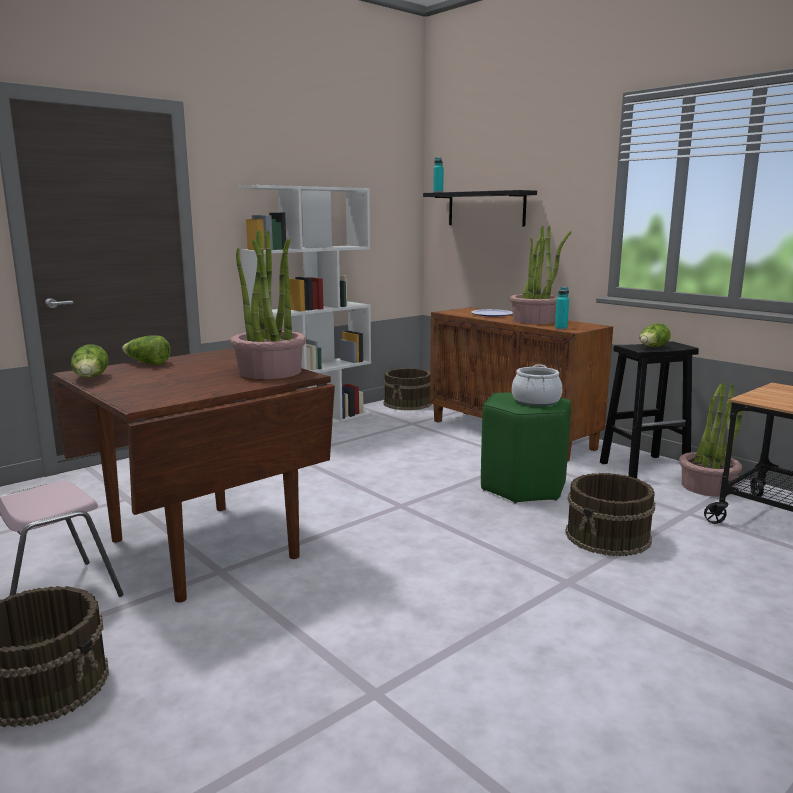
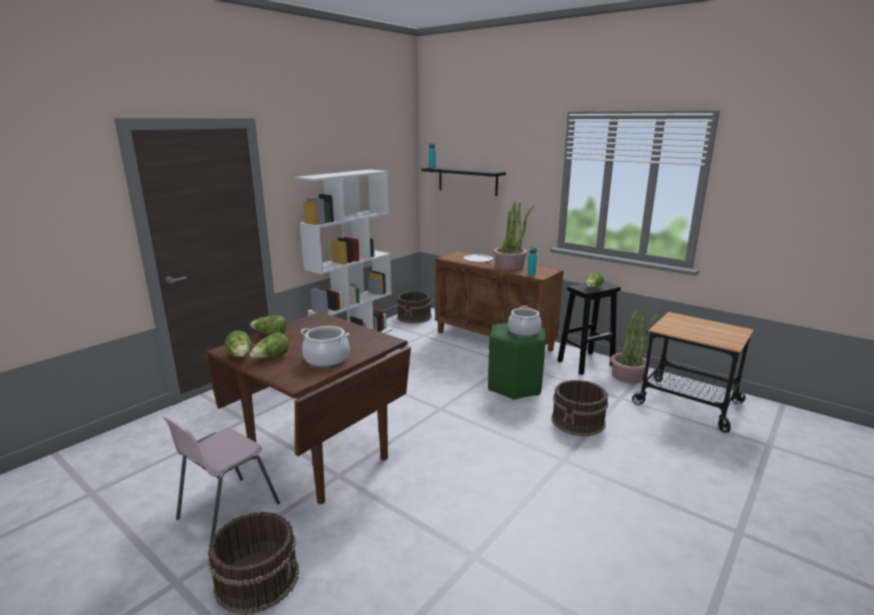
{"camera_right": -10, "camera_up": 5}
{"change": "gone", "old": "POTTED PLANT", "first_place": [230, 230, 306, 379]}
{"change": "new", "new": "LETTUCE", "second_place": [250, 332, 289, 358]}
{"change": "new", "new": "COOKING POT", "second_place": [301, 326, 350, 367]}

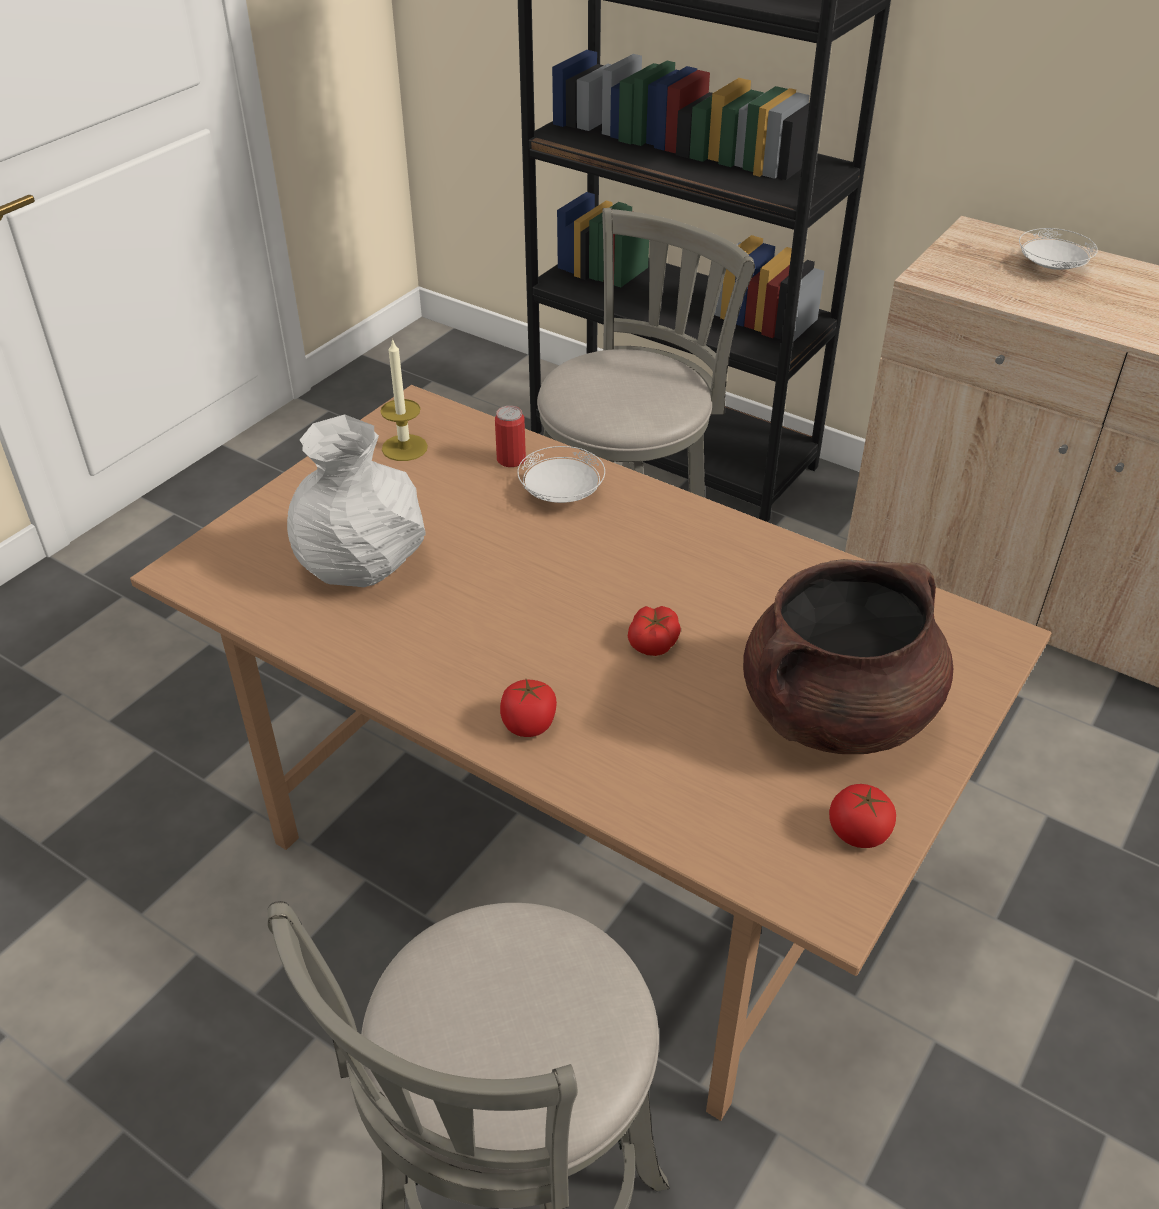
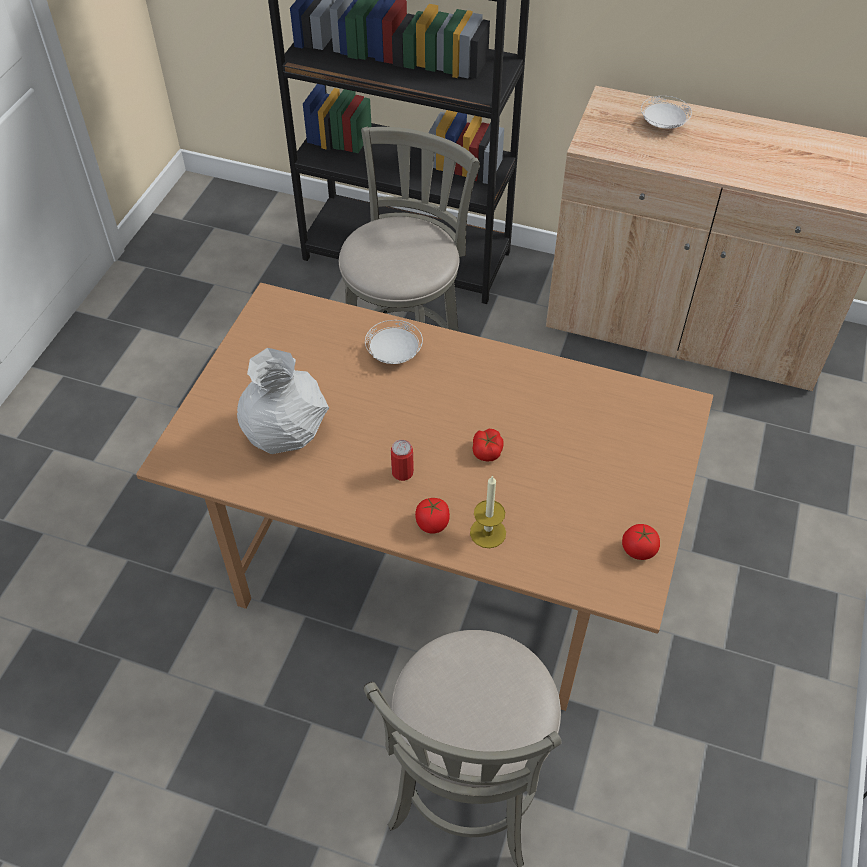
{"camera_right": -15, "camera_up": 10}
{"change": "gone", "old": "BROWN COOKING POT", "first_place": [743, 559, 953, 754]}
{"change": "shifted", "old": "CANDLE", "first_place": [380, 338, 428, 461], "second_place": [470, 475, 506, 548]}
{"change": "shifted", "old": "CAN", "first_place": [495, 406, 526, 467], "second_place": [391, 440, 414, 481]}

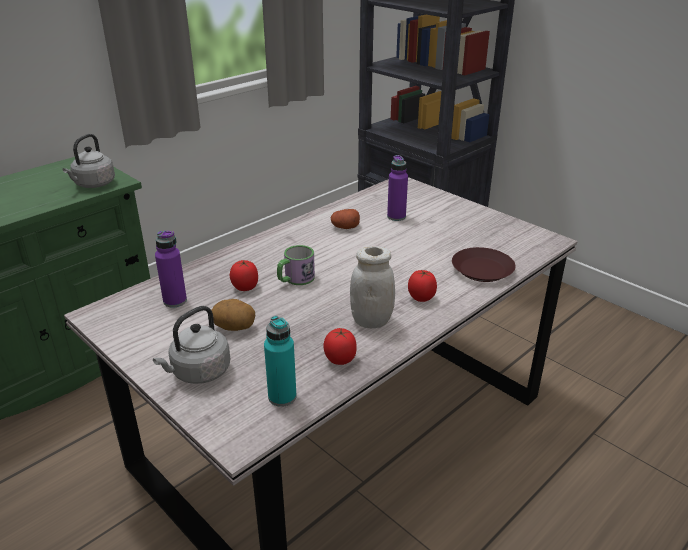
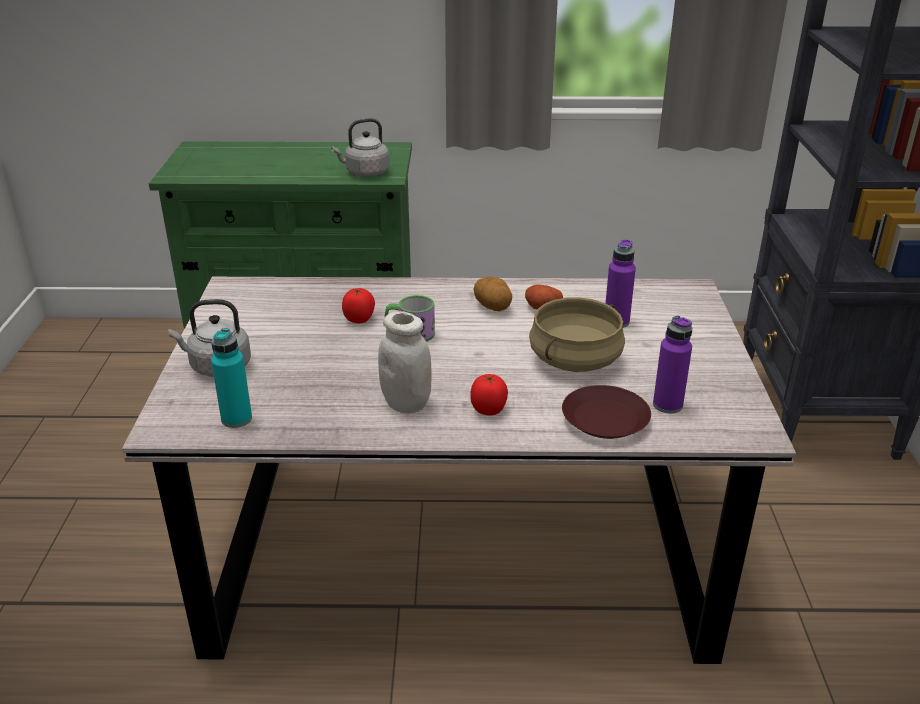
{"camera_right": 45, "camera_up": 0}
{"change": "gone", "old": "TOMATO", "first_place": [323, 328, 357, 365]}
{"change": "new", "new": "BEIGE COOKING POT", "second_place": [529, 297, 625, 372]}
{"change": "shifted", "old": "PURPLE BOTTLE", "first_place": [155, 231, 187, 308], "second_place": [653, 315, 692, 414]}
{"change": "shifted", "old": "POTATO", "first_place": [211, 299, 255, 331], "second_place": [473, 276, 512, 311]}

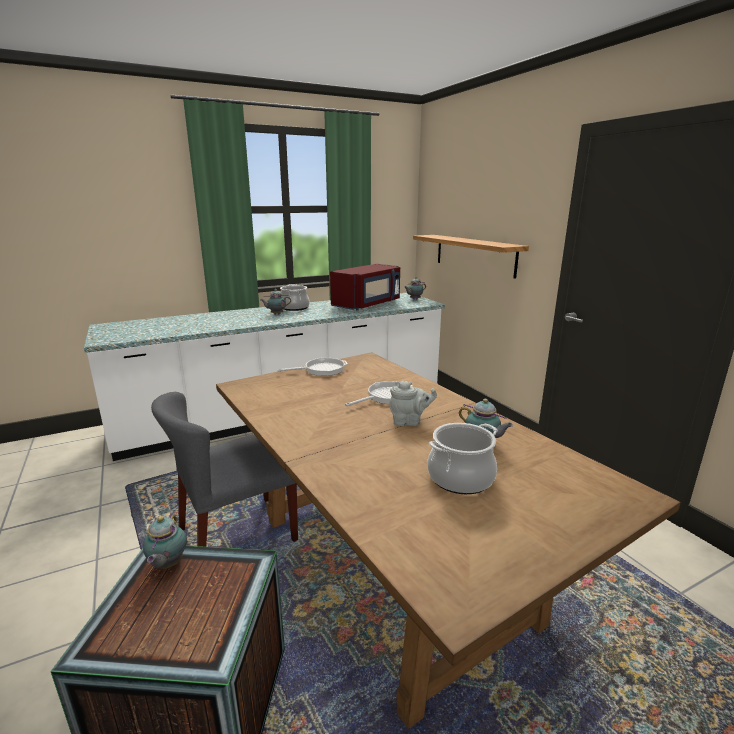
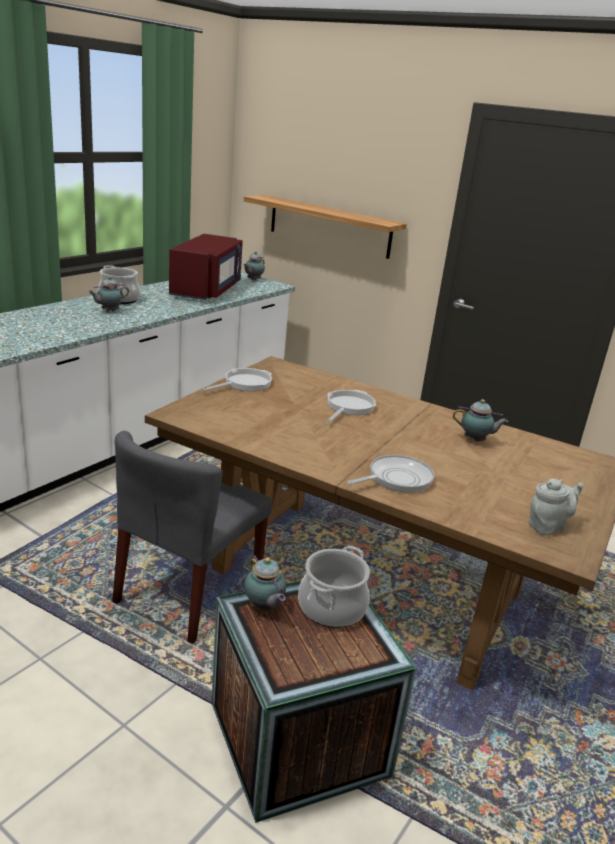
{"camera_right": -30, "camera_up": 5}
{"change": "new", "new": "FRYING PAN", "second_place": [347, 455, 435, 493]}
{"change": "shifted", "old": "GREY TEAPOT", "first_place": [389, 381, 437, 426], "second_place": [528, 479, 584, 535]}
{"change": "shifted", "old": "COOKING POT", "first_place": [427, 423, 498, 494], "second_place": [298, 546, 370, 628]}

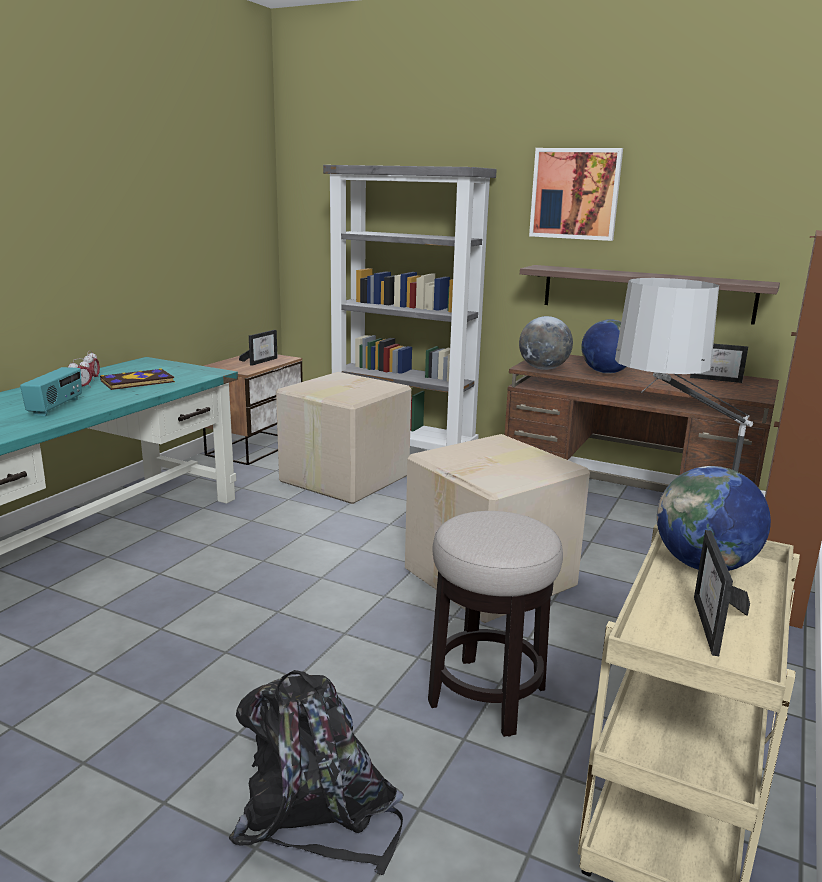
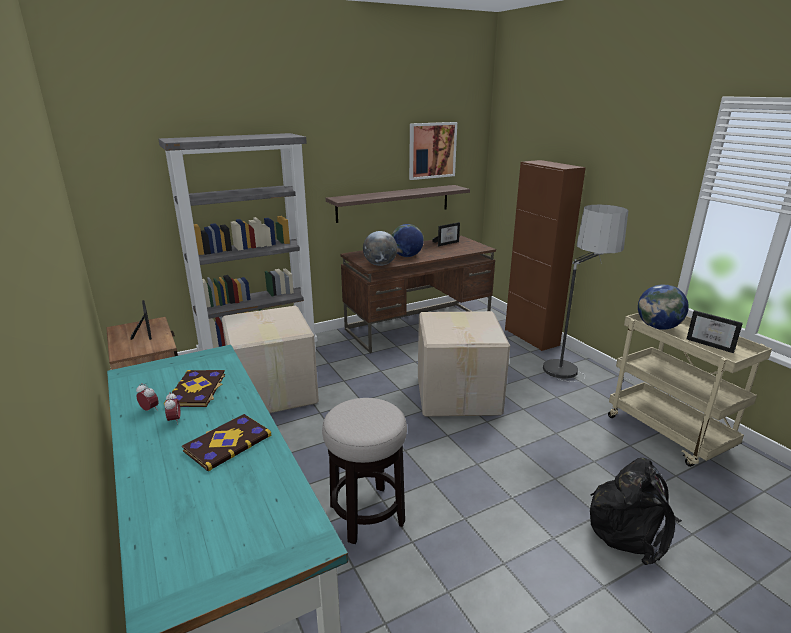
{"camera_right": -55, "camera_up": 5}
{"change": "shifted", "old": "STOOL", "first_place": [428, 511, 563, 737], "second_place": [322, 398, 407, 544]}
{"change": "shifted", "old": "PICTURE", "first_place": [529, 148, 623, 241], "second_place": [409, 122, 457, 180]}
{"change": "swapped", "old": "RADIO", "new": "BOOK", "first_place": [20, 367, 82, 416], "second_place": [182, 414, 271, 471]}

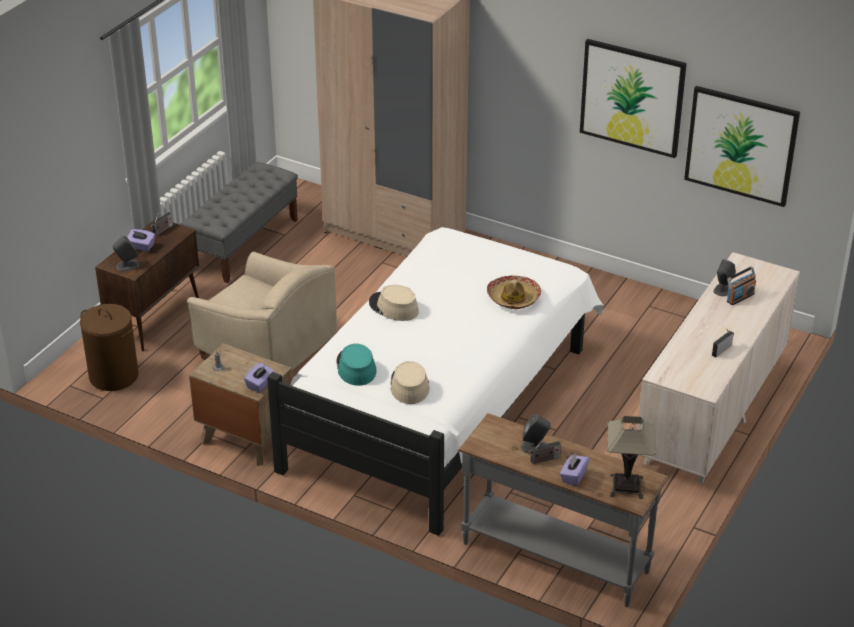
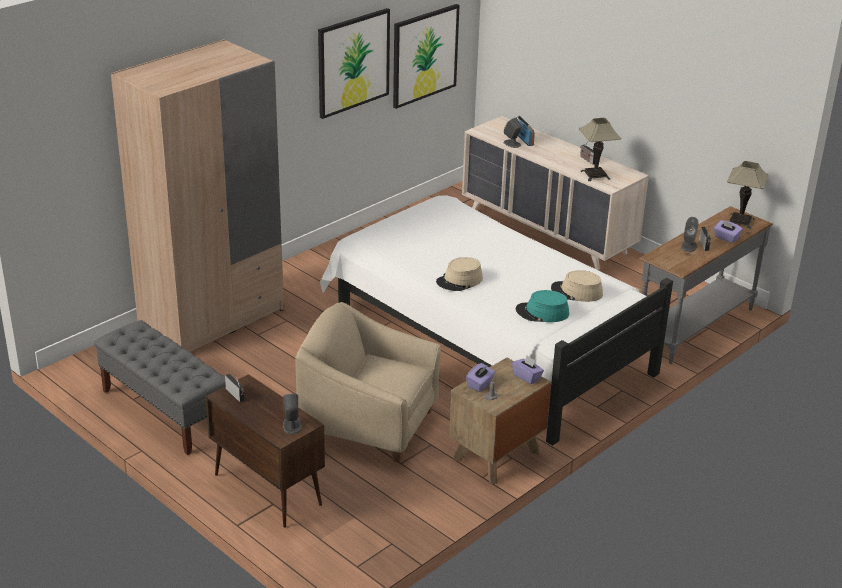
{"camera_right": -75, "camera_up": -5}
{"change": "gone", "old": "BROWN LAUNDRY BASKET", "first_place": [80, 304, 139, 391]}
{"change": "gone", "old": "HAT", "first_place": [487, 276, 542, 309]}
{"change": "new", "new": "TABLE LAMP", "second_place": [579, 118, 621, 181]}
{"change": "shifted", "old": "PURPLE TISSUE BOX", "first_place": [127, 229, 155, 252], "second_place": [466, 363, 495, 392]}
{"change": "rotated", "old": "BEIGE ARMCHAIR", "first_place": [187, 252, 337, 371], "second_place": [295, 302, 441, 463], "degrees": -120}

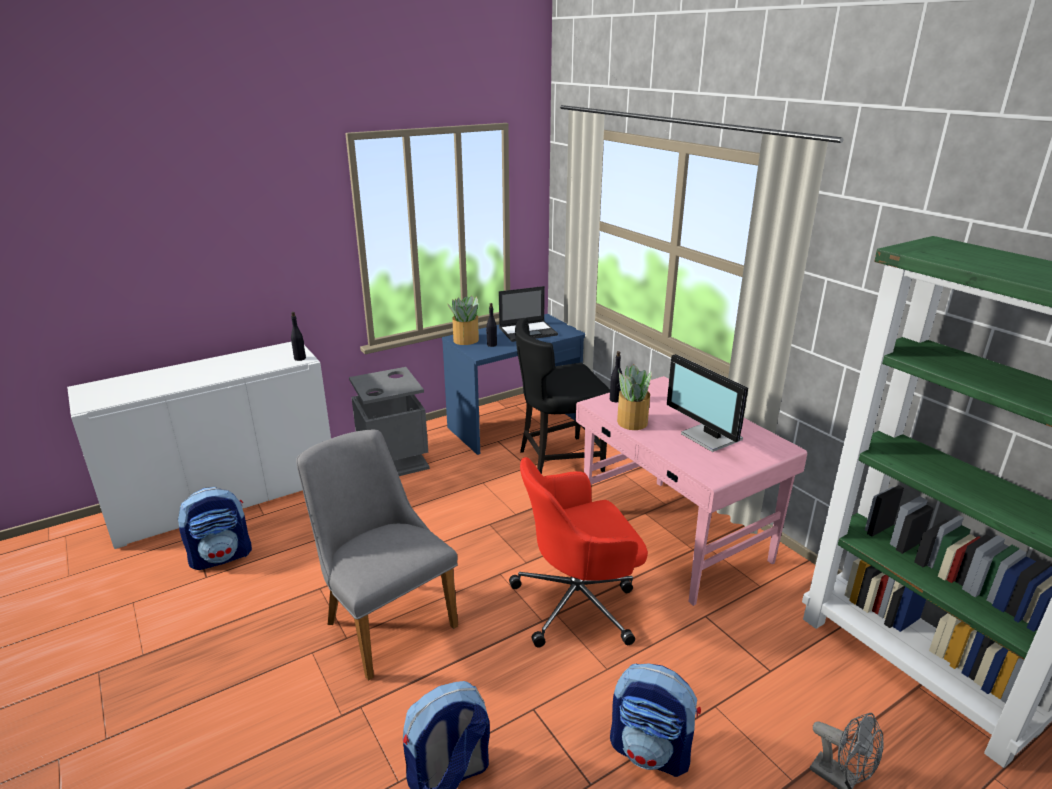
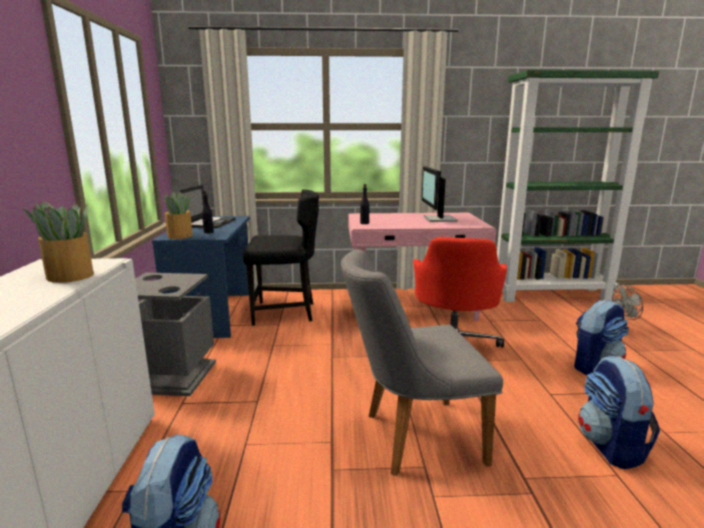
{"camera_right": -60, "camera_up": -10}
{"change": "gone", "old": "BLACK BOTTLE", "first_place": [291, 312, 306, 361]}
{"change": "shifted", "old": "POTTED PLANT", "first_place": [617, 364, 652, 430], "second_place": [24, 201, 94, 283]}
{"change": "rotated", "old": "BLACK CHAIR", "first_place": [515, 318, 610, 474], "second_place": [243, 189, 319, 325], "degrees": -105}
{"change": "rotated", "old": "MONITOR", "first_place": [667, 354, 748, 452], "second_place": [422, 166, 458, 222], "degrees": 90}

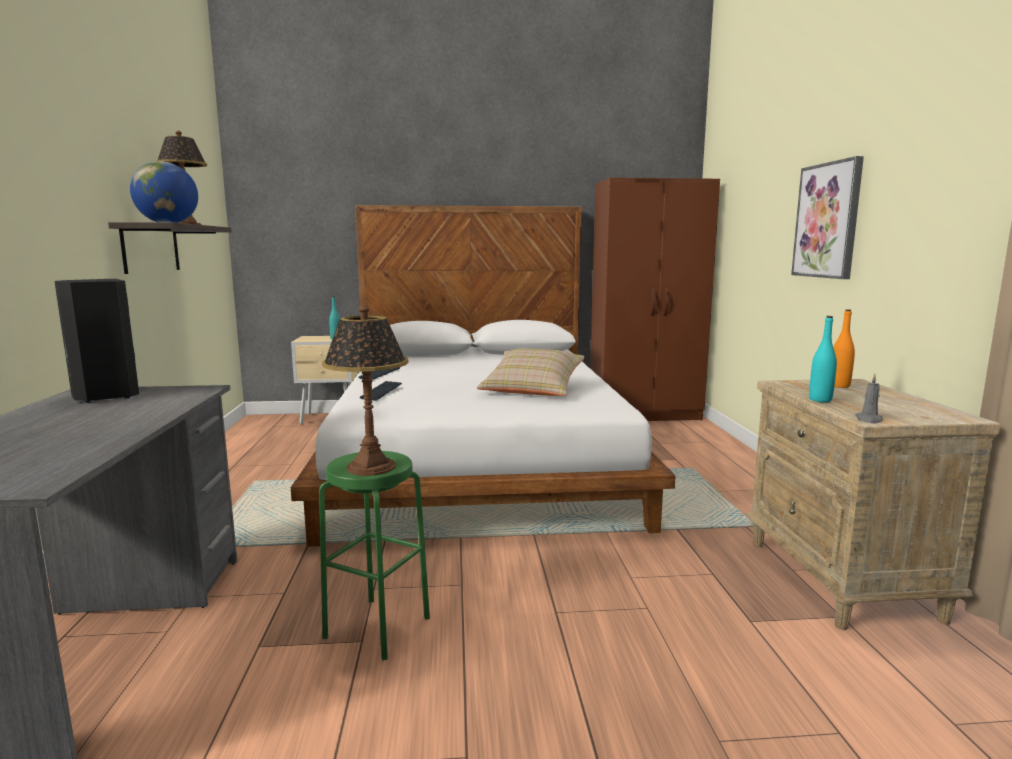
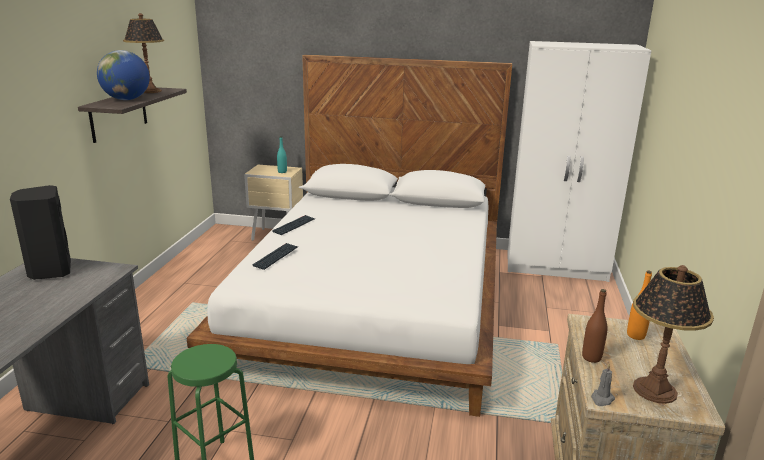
{"camera_right": 15, "camera_up": 10}
{"change": "gone", "old": "BEIGE PILLOW", "first_place": [476, 348, 585, 396]}
{"change": "gone", "old": "PICTURE", "first_place": [791, 156, 864, 279]}
{"change": "shifted", "old": "TABLE LAMP", "first_place": [322, 306, 409, 476], "second_place": [633, 265, 714, 404]}
{"change": "repainted", "old": "BROWN WARDROBE", "new": "WHITE WARDROBE", "first_place": [590, 178, 720, 421], "second_place": [508, 41, 652, 282]}
{"change": "repainted", "old": "TURQUOISE BOTTLE", "new": "BROWN BOTTLE", "first_place": [809, 316, 837, 402], "second_place": [582, 289, 608, 363]}

